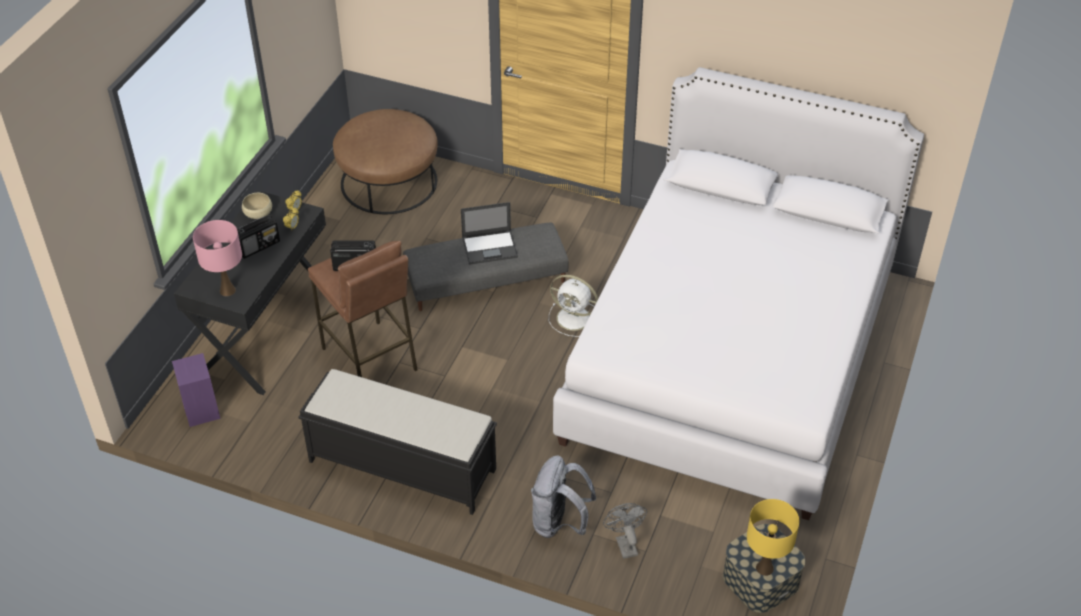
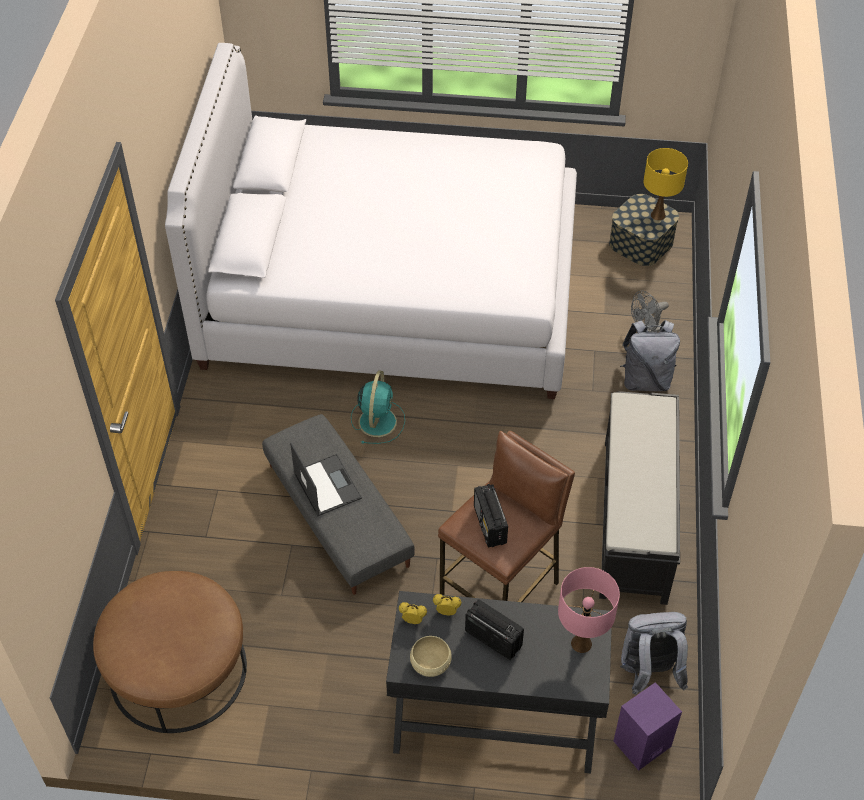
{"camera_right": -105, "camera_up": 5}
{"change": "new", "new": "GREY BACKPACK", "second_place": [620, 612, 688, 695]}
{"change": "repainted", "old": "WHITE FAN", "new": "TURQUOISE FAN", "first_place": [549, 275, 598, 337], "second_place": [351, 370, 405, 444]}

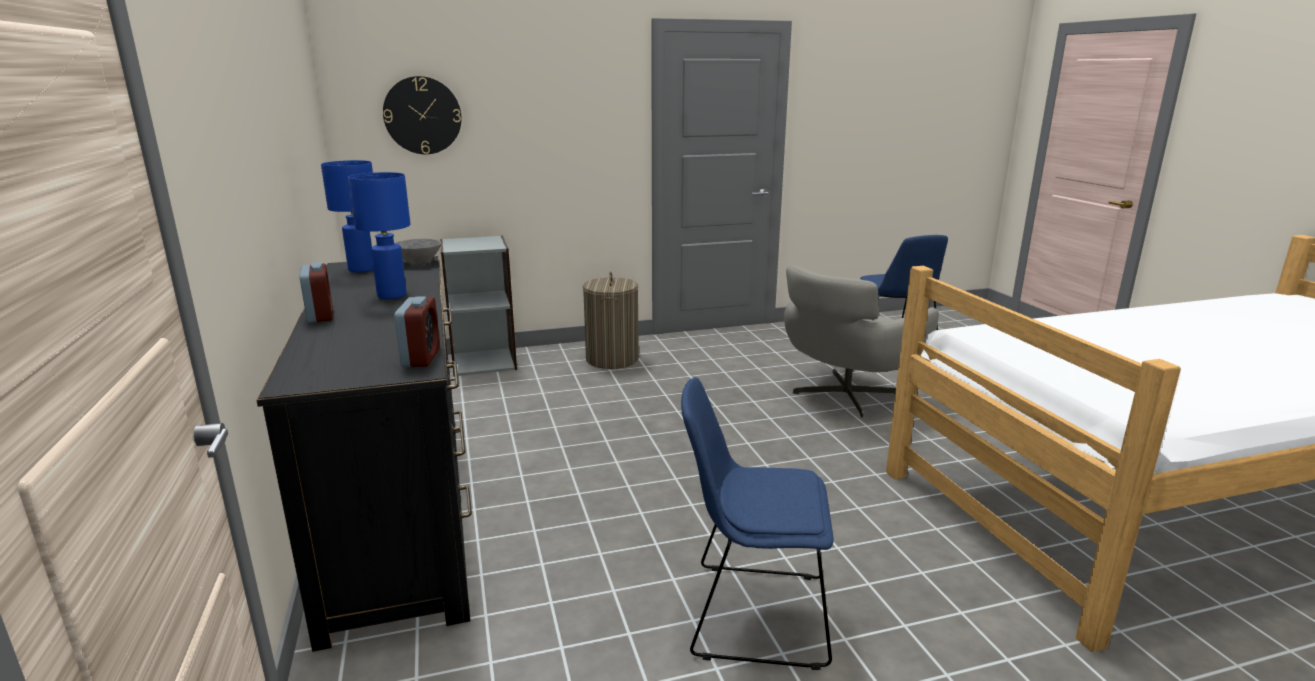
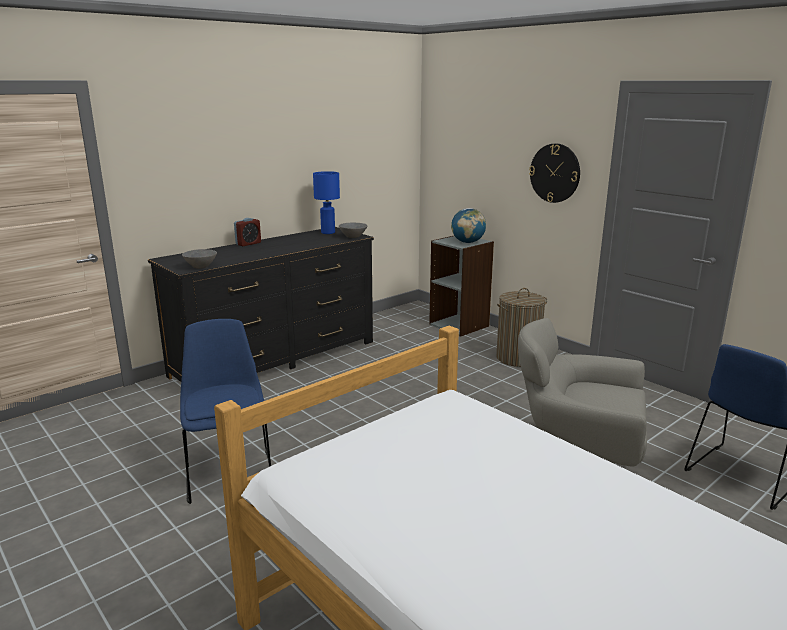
{"camera_right": 65, "camera_up": 0}
{"change": "gone", "old": "BLUE TABLE LAMP", "first_place": [348, 172, 411, 299]}
{"change": "new", "new": "GLOBE", "second_place": [451, 208, 486, 243]}
{"change": "shifted", "old": "WALL CLOCK", "first_place": [383, 76, 462, 154], "second_place": [529, 143, 580, 203]}
{"change": "swapped", "old": "ALARM CLOCK", "new": "GREY BOWL", "first_place": [394, 296, 440, 367], "second_place": [182, 249, 217, 269]}

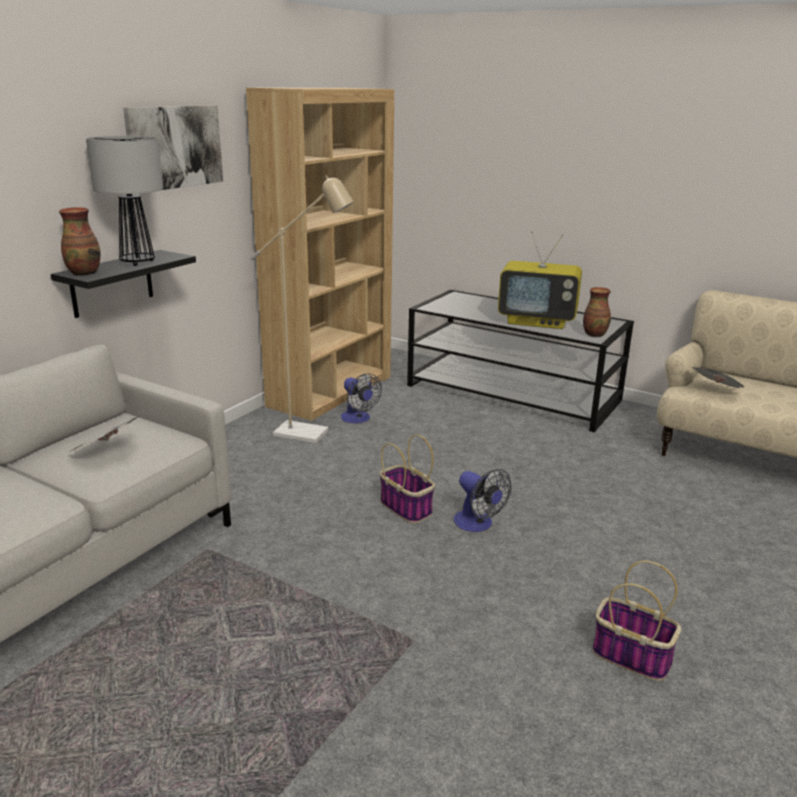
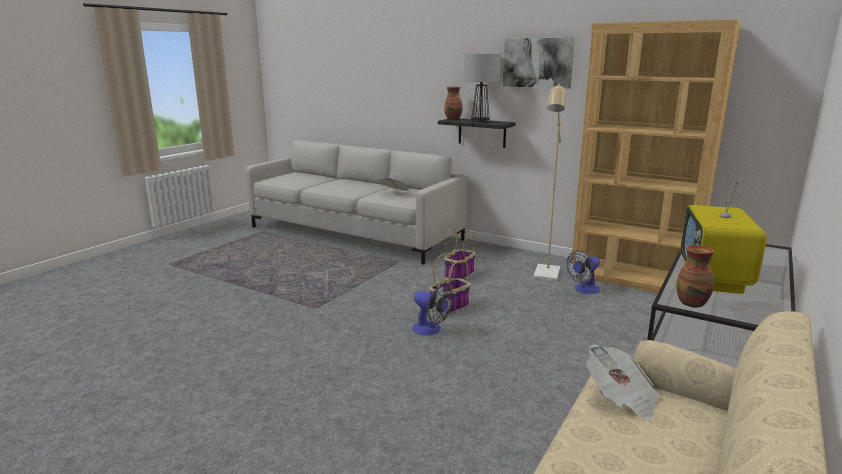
{"camera_right": 90, "camera_up": -5}
{"change": "shifted", "old": "BASKET", "first_place": [593, 561, 681, 681], "second_place": [444, 228, 475, 279]}
{"change": "rotated", "old": "FAN", "first_place": [454, 469, 511, 532], "second_place": [412, 285, 453, 336], "degrees": -105}

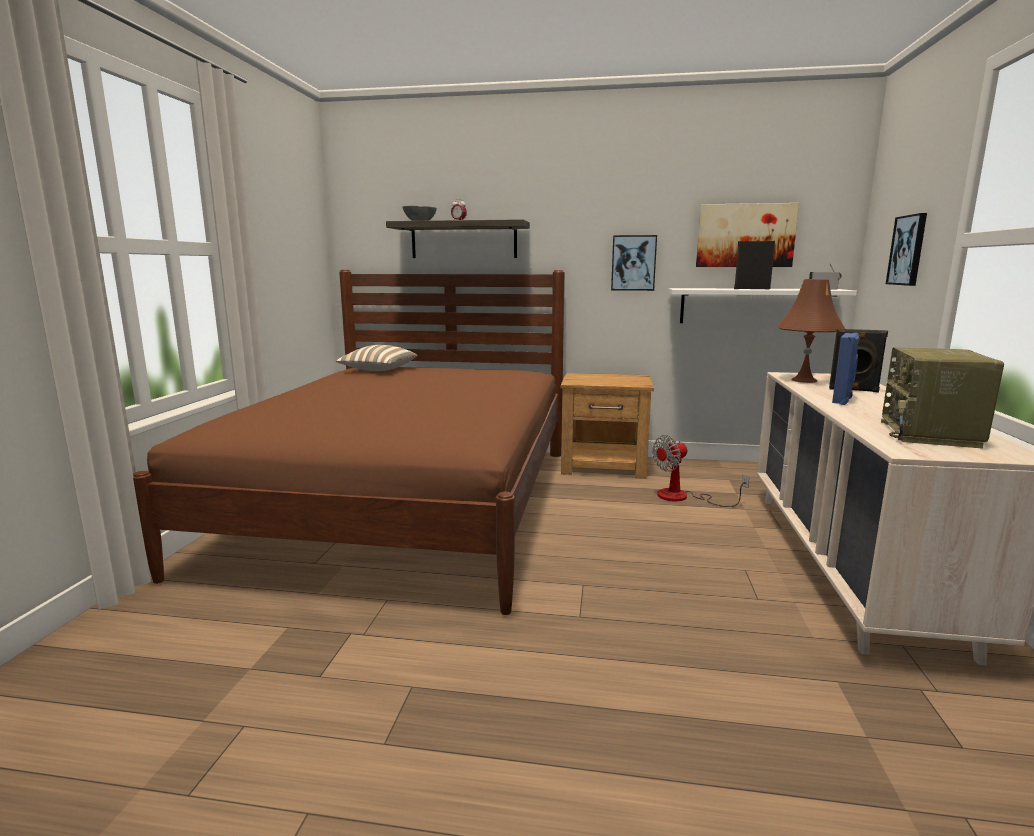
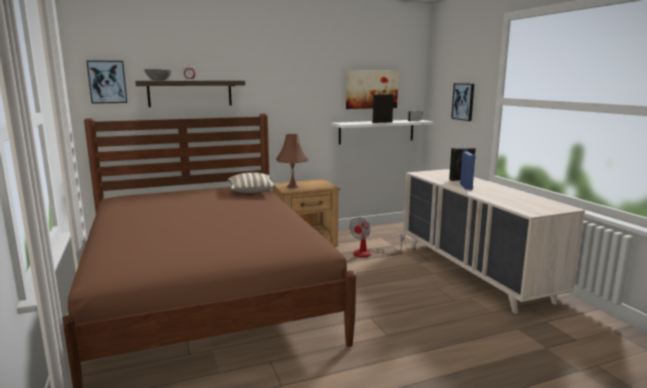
{"camera_right": -30, "camera_up": 0}
{"change": "gone", "old": "RADIO", "first_place": [881, 347, 1004, 449]}
{"change": "shifted", "old": "PILLOW", "first_place": [336, 345, 418, 371], "second_place": [228, 172, 277, 193]}
{"change": "shifted", "old": "PICTURE", "first_place": [611, 235, 657, 291], "second_place": [86, 60, 127, 104]}
{"change": "shifted", "old": "BROWN TABLE LAMP", "first_place": [777, 279, 845, 383], "second_place": [276, 134, 309, 189]}

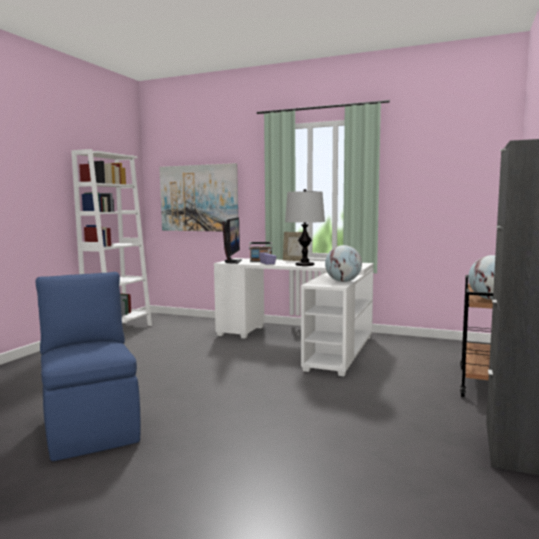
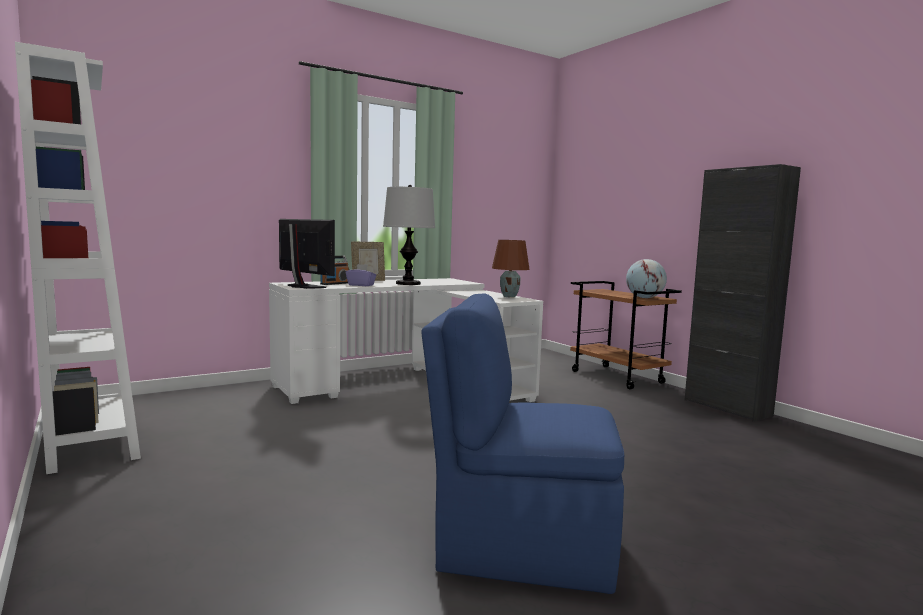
{"camera_right": -55, "camera_up": 0}
{"change": "gone", "old": "PICTURE", "first_place": [159, 163, 238, 231]}
{"change": "swapped", "old": "GLOBE", "new": "BROWN TABLE LAMP", "first_place": [325, 245, 362, 282], "second_place": [492, 240, 530, 297]}

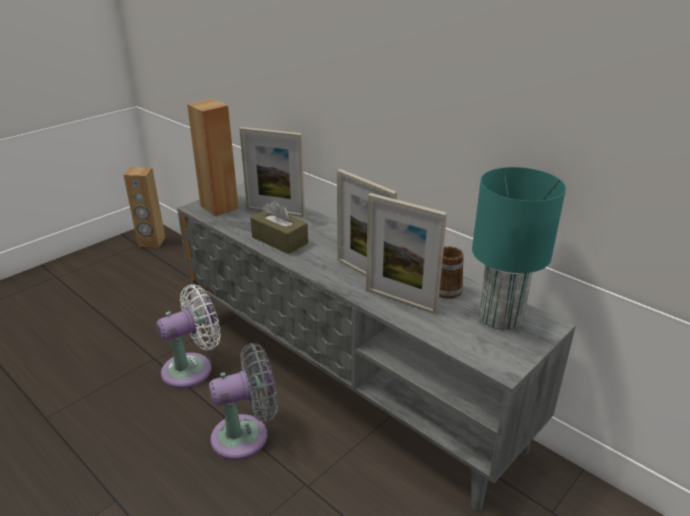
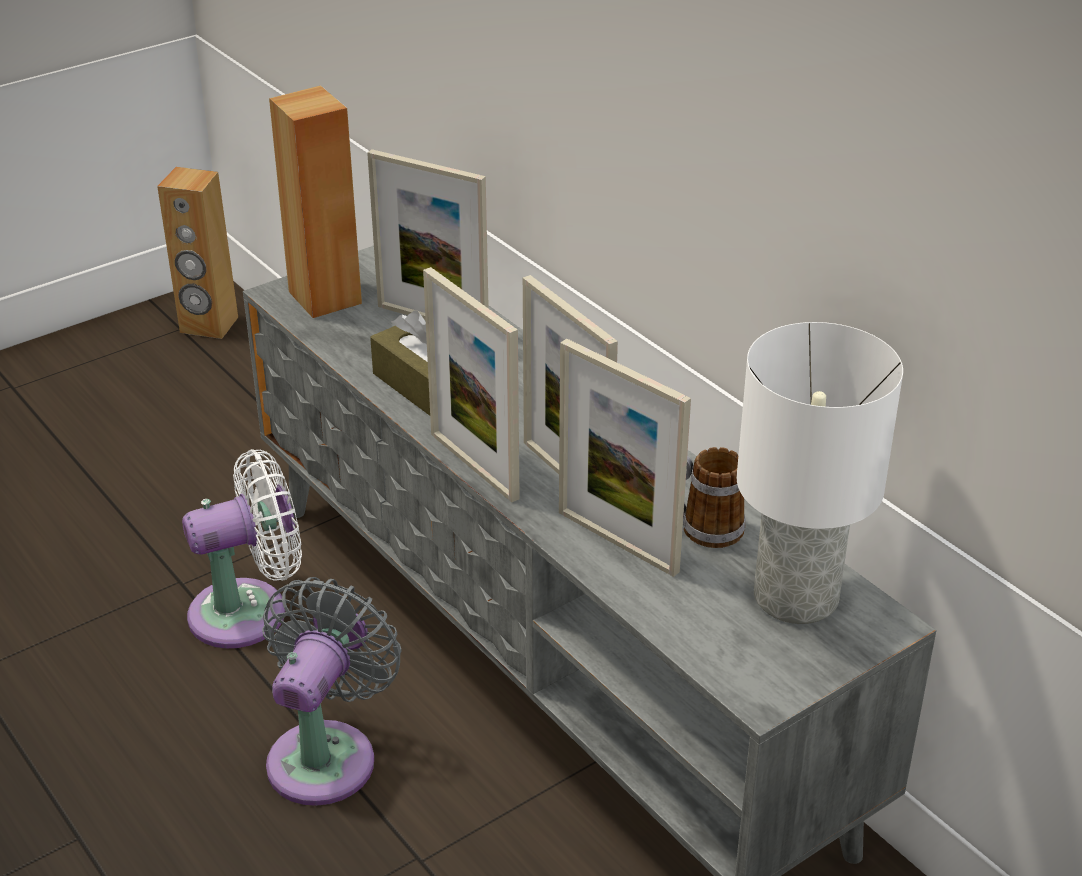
{"camera_right": 10, "camera_up": 5}
{"change": "new", "new": "PICTURE FRAME", "second_place": [423, 267, 520, 502]}
{"change": "repainted", "old": "TURQUOISE TABLE LAMP", "new": "WHITE TABLE LAMP", "first_place": [472, 167, 566, 330], "second_place": [737, 322, 903, 624]}
{"change": "rotated", "old": "GREY FAN", "first_place": [209, 343, 278, 460], "second_place": [262, 577, 401, 806], "degrees": -60}

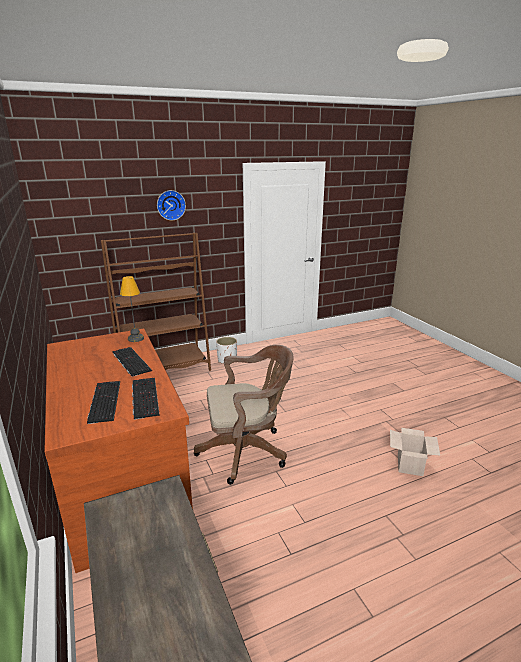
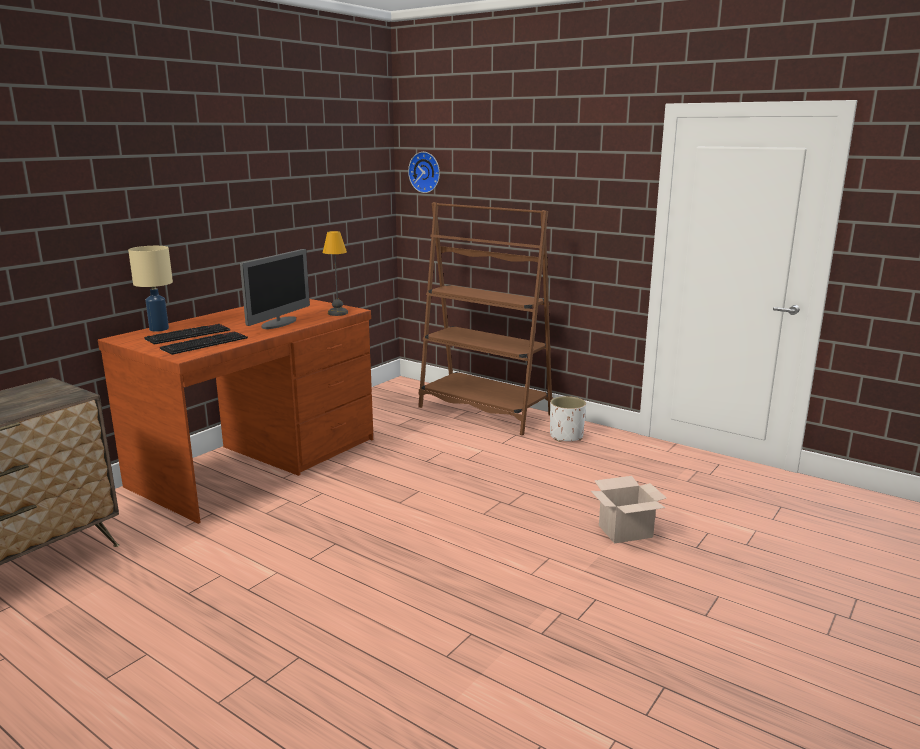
{"camera_right": 60, "camera_up": -5}
{"change": "gone", "old": "BROWN OFFICE CHAIR", "first_place": [194, 345, 294, 485]}
{"change": "new", "new": "BEIGE TABLE LAMP", "second_place": [128, 246, 173, 332]}
{"change": "shifted", "old": "WALL CLOCK", "first_place": [157, 190, 186, 221], "second_place": [408, 152, 440, 193]}
{"change": "shifted", "old": "CARDBOARD BOX", "first_place": [390, 428, 440, 476], "second_place": [591, 476, 667, 544]}
{"change": "swapped", "old": "KEYBOARD", "new": "MONITOR", "first_place": [112, 347, 152, 377], "second_place": [240, 249, 310, 329]}

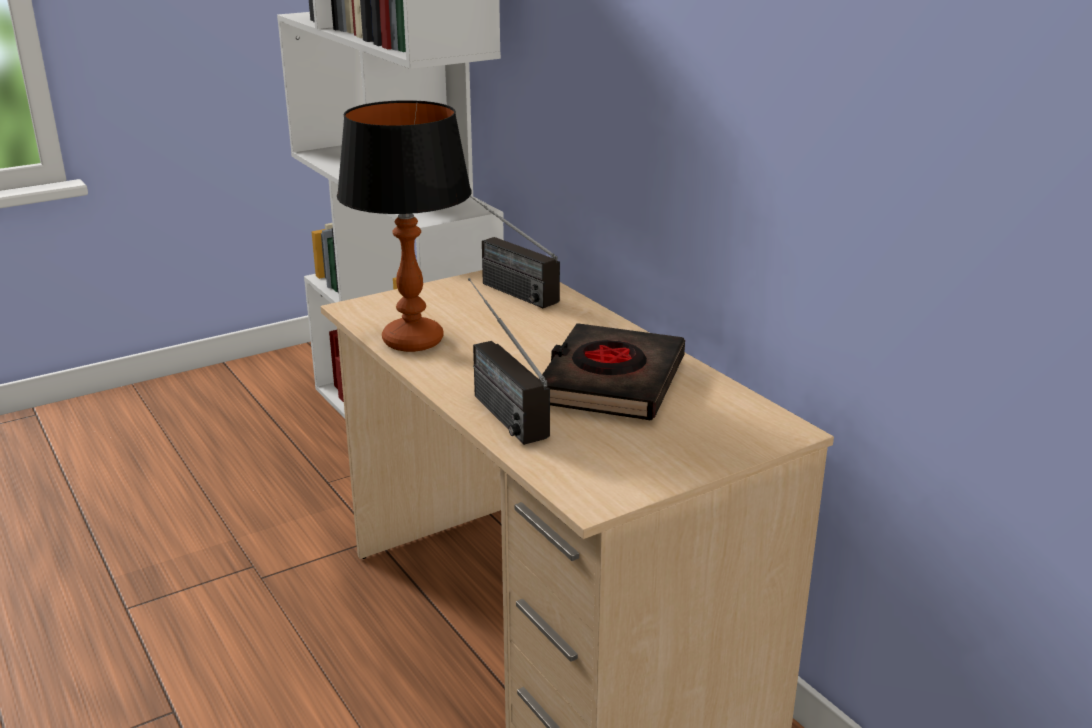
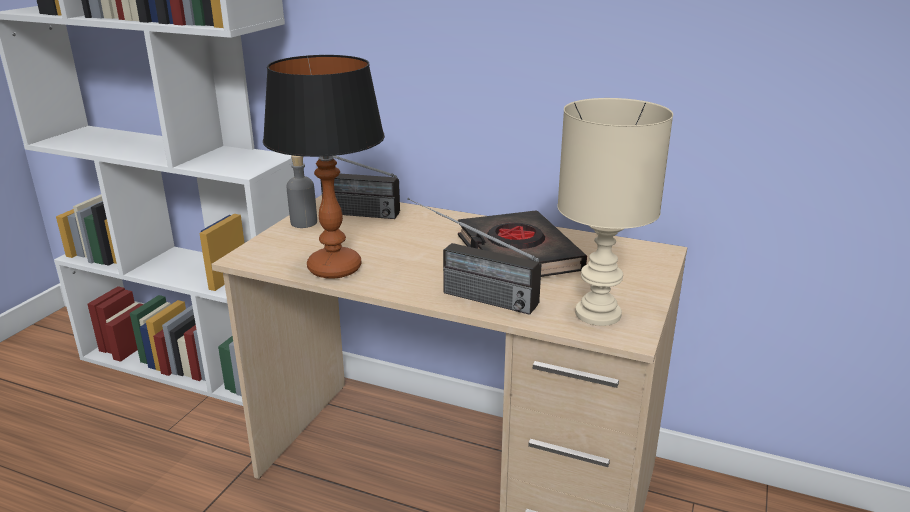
{"camera_right": -35, "camera_up": 0}
{"change": "new", "new": "GREY BOTTLE", "second_place": [286, 155, 317, 228]}
{"change": "new", "new": "BEIGE TABLE LAMP", "second_place": [557, 98, 673, 326]}

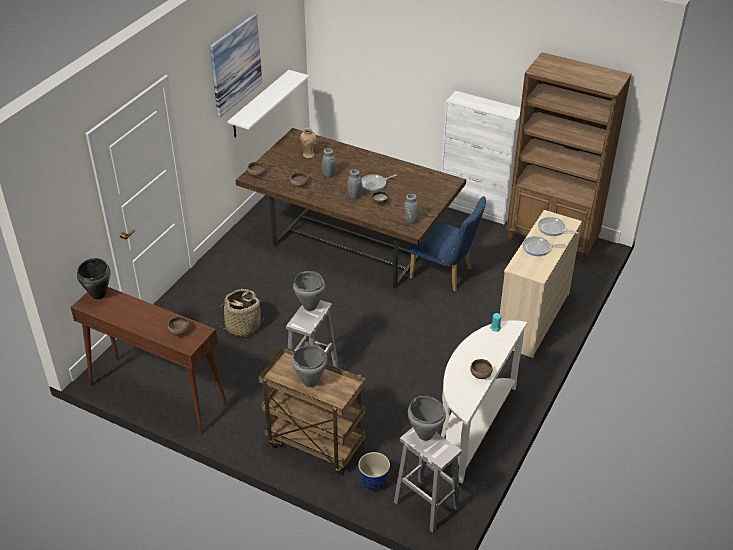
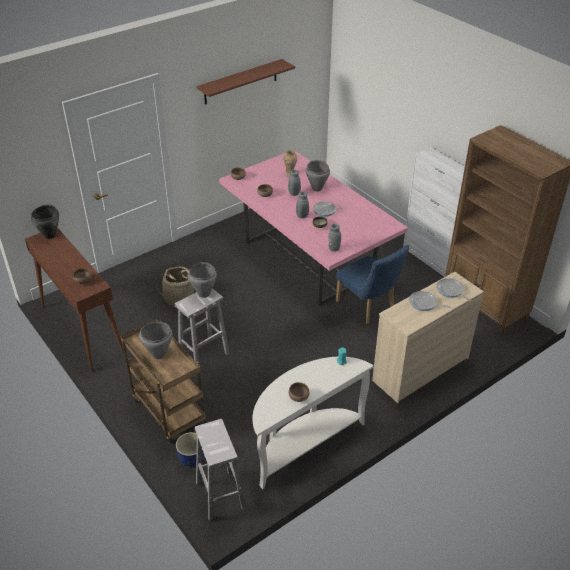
{"camera_right": 25, "camera_up": 0}
{"change": "gone", "old": "WHITE SHELF", "first_place": [227, 70, 309, 137]}
{"change": "shifted", "old": "GREY COOKING POT", "first_place": [408, 396, 446, 441], "second_place": [306, 160, 330, 191]}
{"change": "swapped", "old": "PICTURE", "new": "BROWN SHELF", "first_place": [210, 13, 262, 118], "second_place": [196, 59, 295, 105]}
{"change": "repainted", "old": "BROWN DINING TABLE", "new": "PINK DINING TABLE", "first_place": [236, 128, 466, 288], "second_place": [219, 150, 408, 305]}

